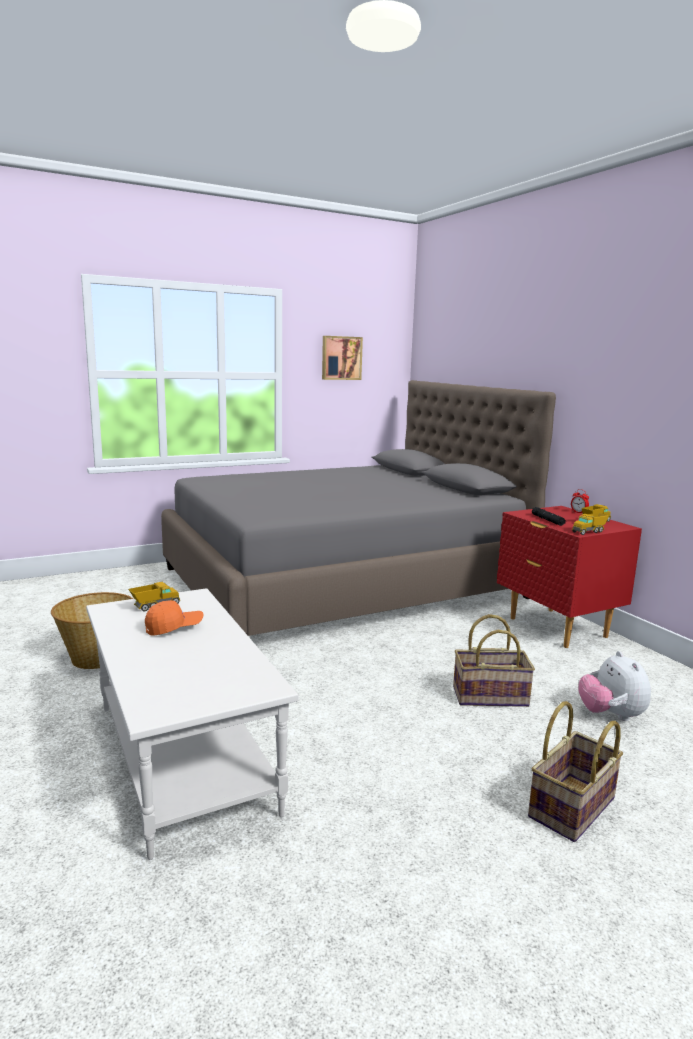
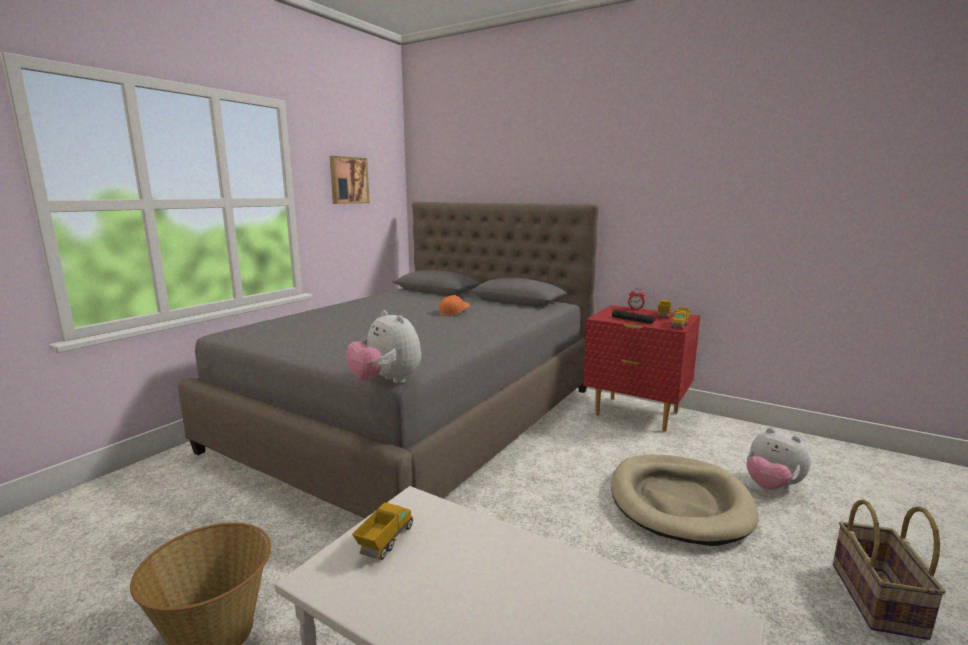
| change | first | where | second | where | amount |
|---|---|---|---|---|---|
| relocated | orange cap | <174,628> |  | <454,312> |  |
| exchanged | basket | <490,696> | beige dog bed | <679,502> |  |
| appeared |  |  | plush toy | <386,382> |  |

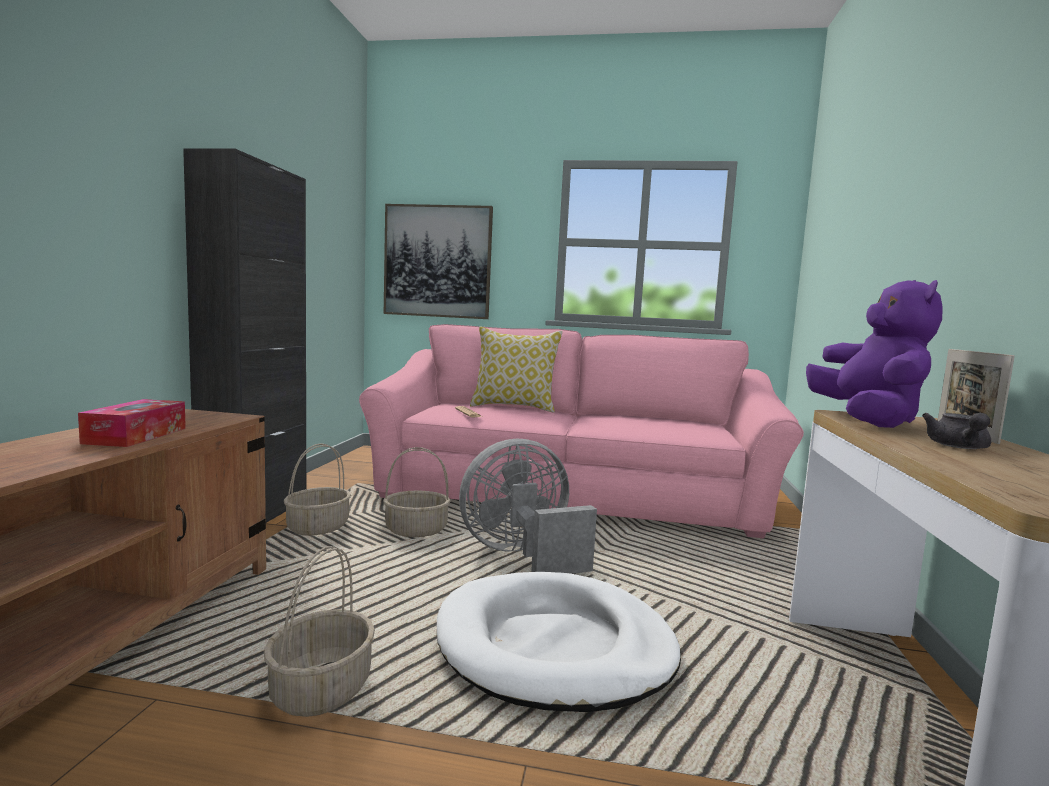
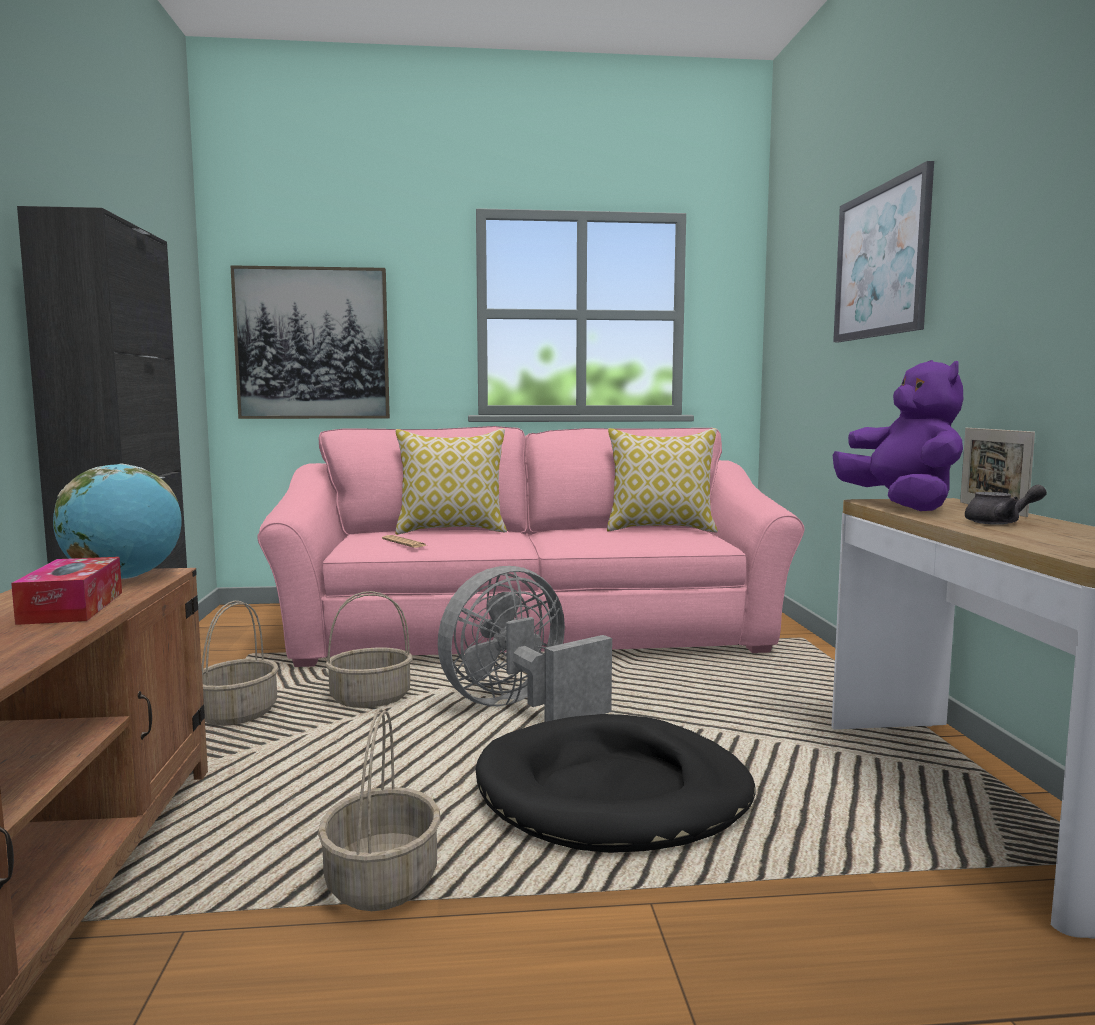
| change | first | where | second | where | amount |
|---|---|---|---|---|---|
| spun | grey teapot | <959,447> |  | <1000,522> | 90 degrees counterclockwise |
| colour | white dog bed | <555,646> | black dog bed | <613,793> |  |
| appeared |  |  | picture | <881,262> |  |
| appeared |  |  | pillow | <661,529> |  |
| appeared |  |  | globe | <124,578> |  |

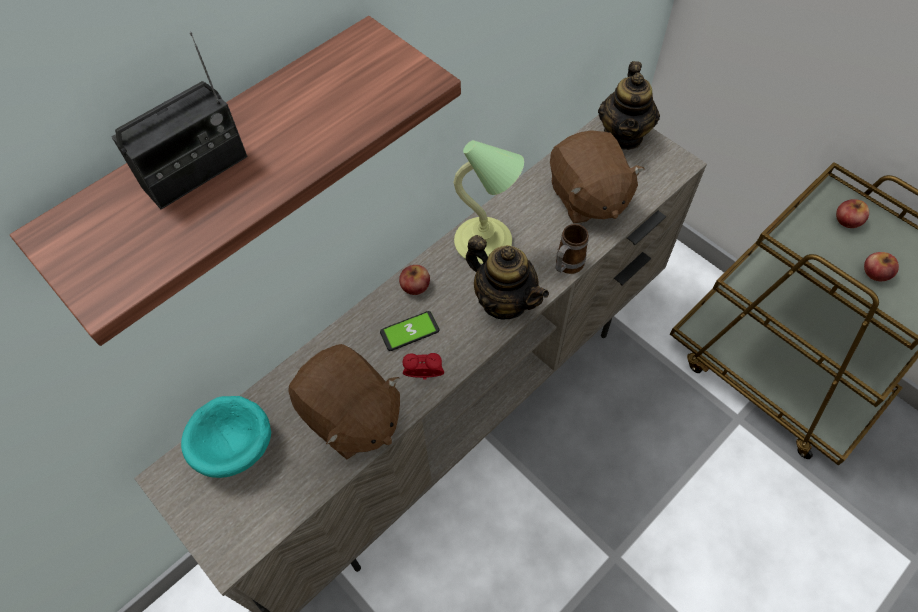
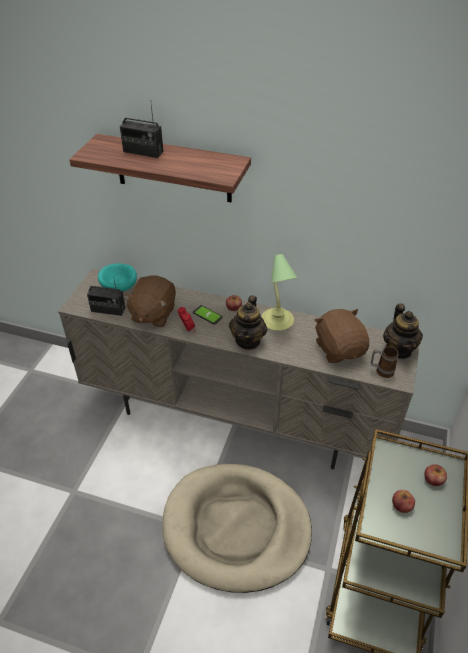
| change | first | where | second | where | amount |
|---|---|---|---|---|---|
| spun | teapot | <624,135> |  | <399,349> | 75 degrees counterclockwise |
| spun | brown plush toy | <587,197> |  | <339,349> | 120 degrees clockwise |
| relocated | mug | <566,267> |  | <381,371> |  |
| appeared |  |  | radio | <108,310> |  |
| appeared |  |  | beige dog bed | <236,528> |  |

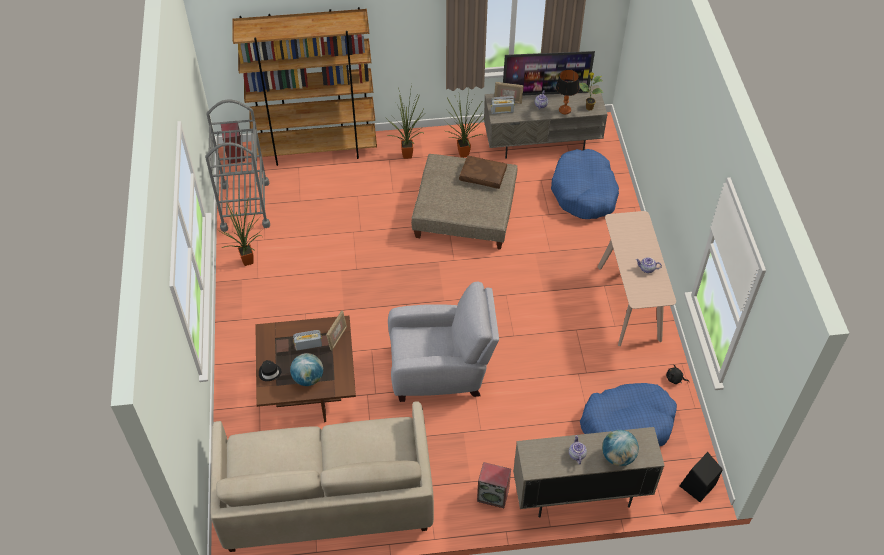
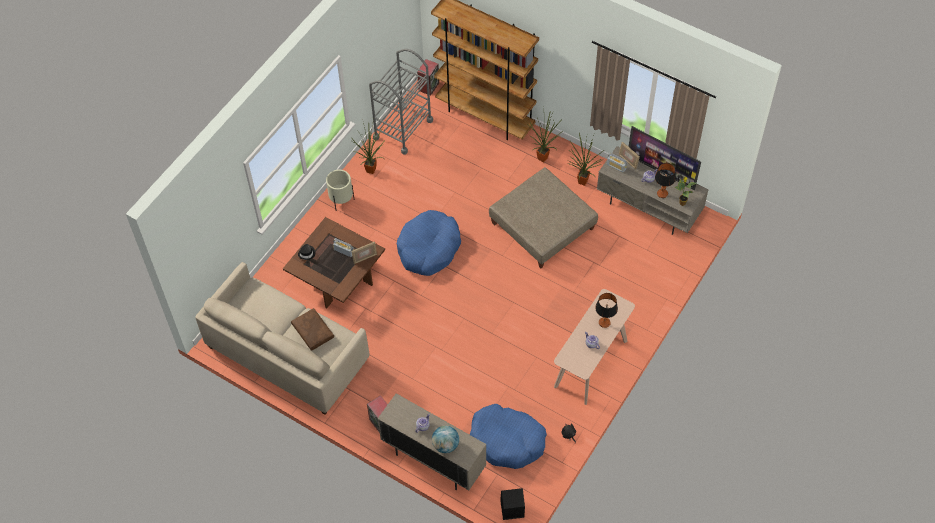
| change | first | where | second | where | amount |
|---|---|---|---|---|---|
| relocated | blue dog bed | <584,192> |  | <429,248> |  |
| relocated | brown pillow | <482,176> |  | <312,332> |  |
| missing | grey armchair | <441,370> |  |  |  |
| missing | globe | <308,378> |  |  |  |
| appeared |  |  | beige planter | <341,200> |  |
| appeared |  |  | table lamp | <604,323> |  |

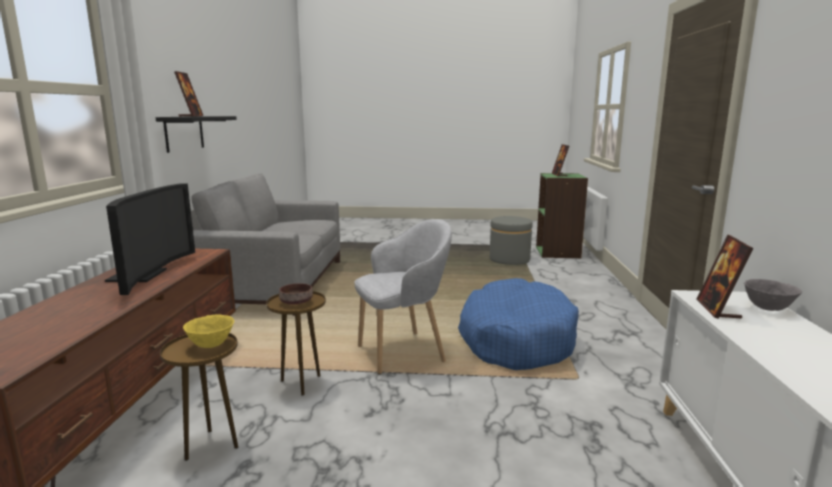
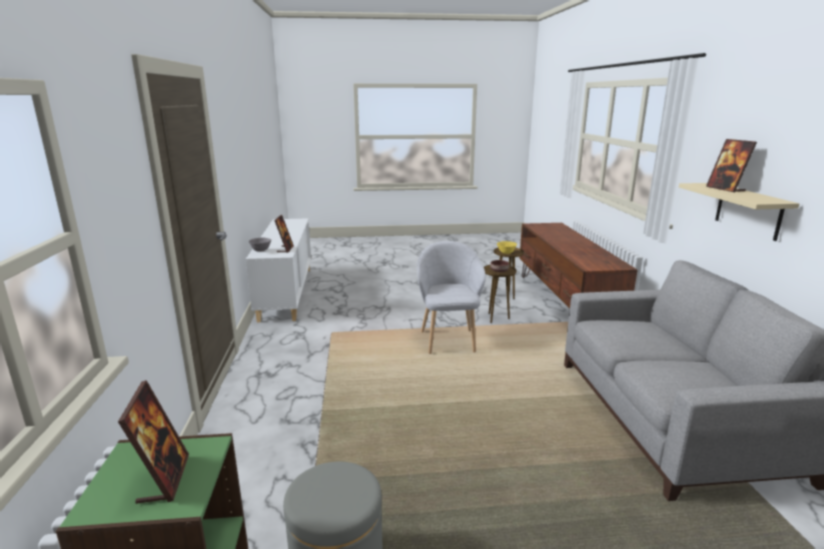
| change | first | where | second | where | amount |
|---|---|---|---|---|---|
| colour | black shelf | <184,133> | beige shelf | <748,211> |  |
| missing | television | <144,275> |  |  |  |
| spun | grey armchair | <403,352> |  | <448,340> | 120 degrees clockwise |
| missing | blue dog bed | <516,339> |  |  |  |

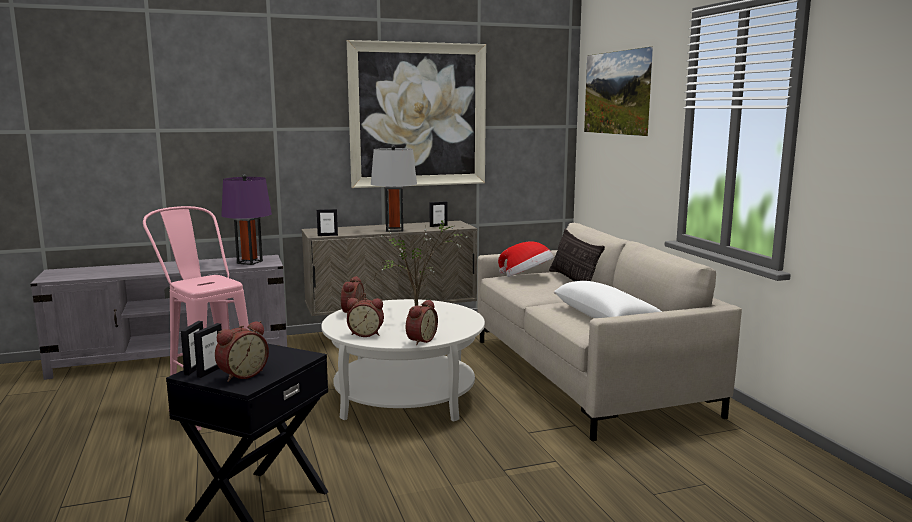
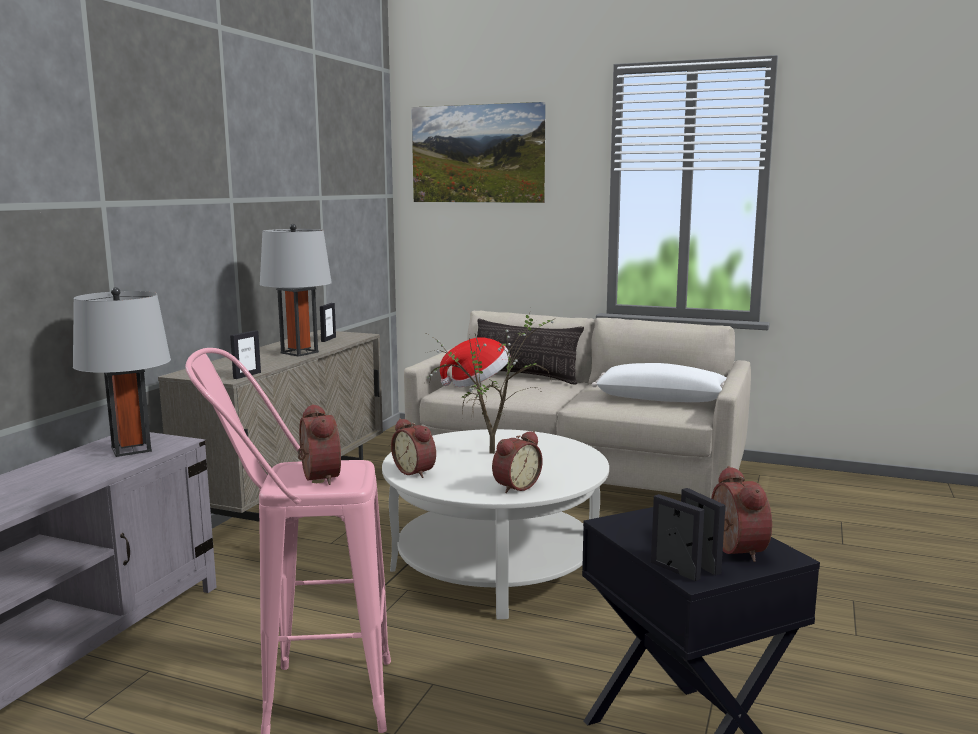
| change | first | where | second | where | amount |
|---|---|---|---|---|---|
| missing | picture | <418,115> |  |  |  |
| colour | purple table lamp | <249,262> | grey table lamp | <131,449> |  |
| relocated | alarm clock | <420,340> |  | <316,477> |  |

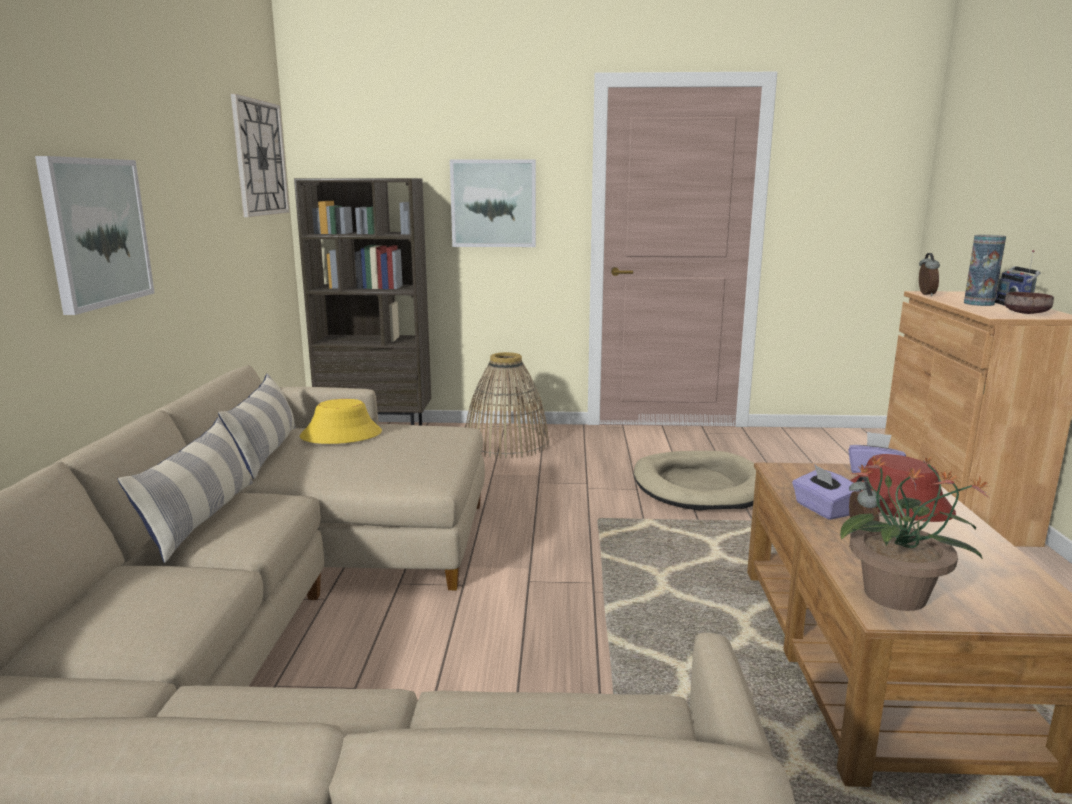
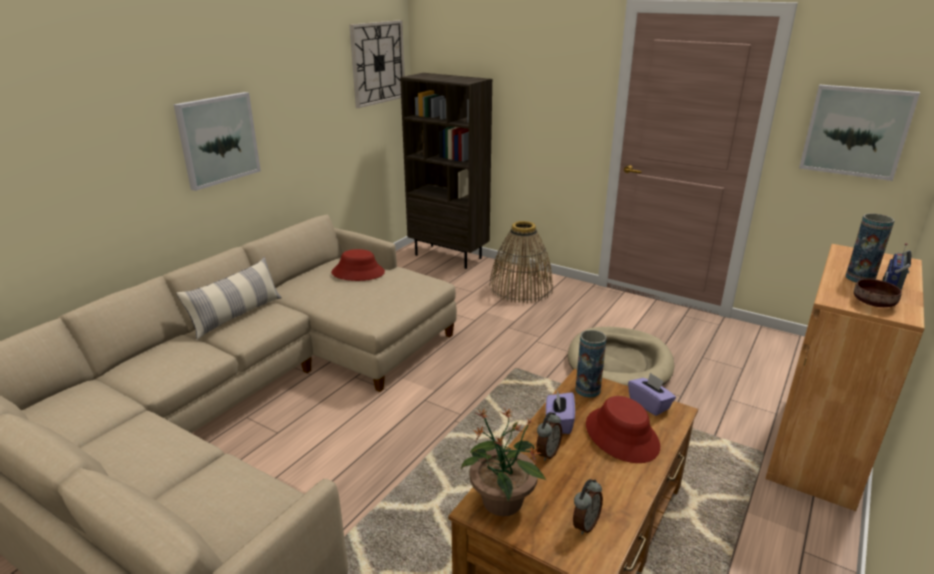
| change | first | where | second | where | amount |
|---|---|---|---|---|---|
| relocated | picture | <493,203> |  | <856,131> |  |
| relocated | alarm clock | <925,294> |  | <584,524> |  |
| missing | pillow | <266,452> |  |  |  |
| colour | yellow hat | <341,435> | red hat | <358,273> |  |
| appeared |  |  | vase | <587,390> |  |

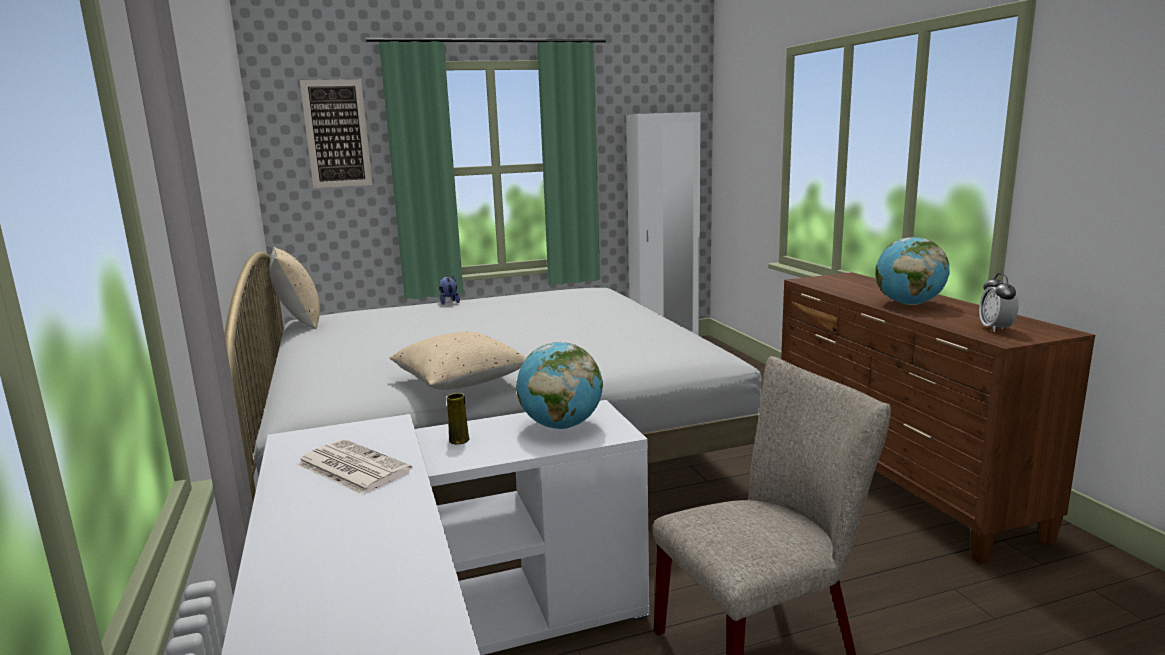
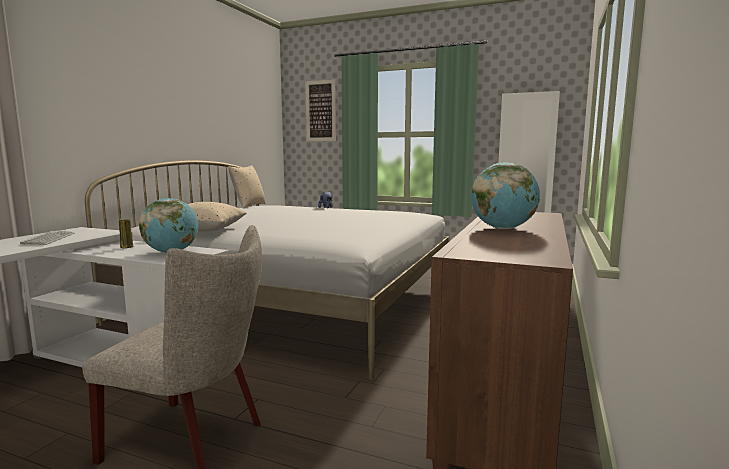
| change | first | where | second | where | amount |
|---|---|---|---|---|---|
| missing | alarm clock | <995,329> |  |  |  |
| exchanged | newspaper | <351,467> | keyboard | <49,239> |  |

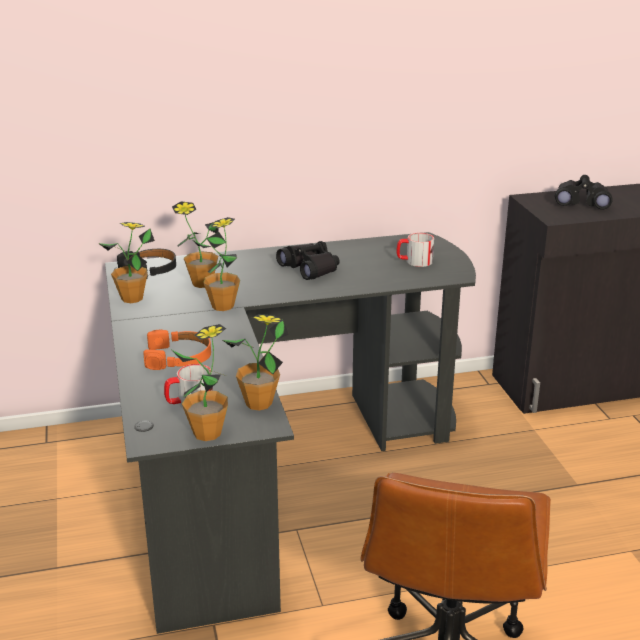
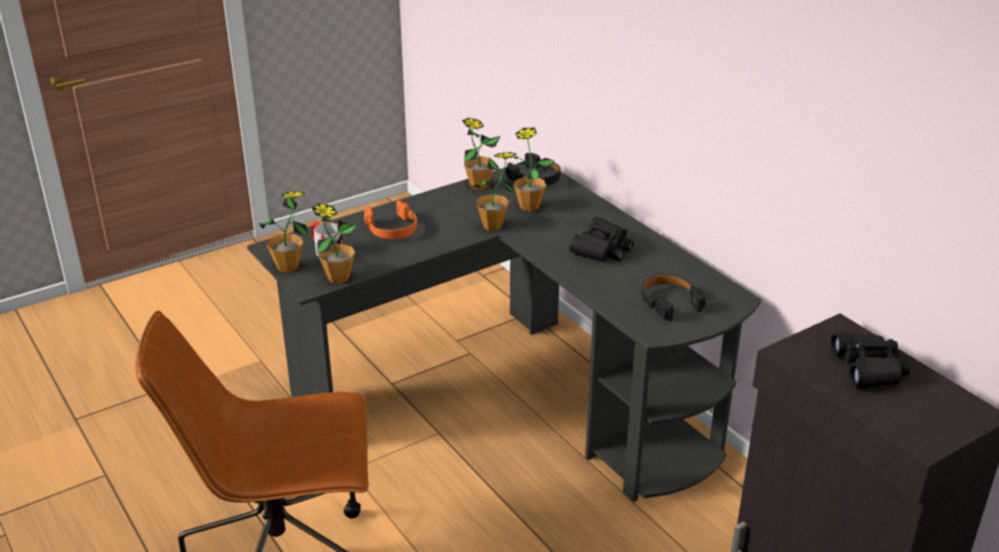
| change | first | where | second | where | amount |
|---|---|---|---|---|---|
| exchanged | mug | <414,261> | black headphones | <669,302> |  |

